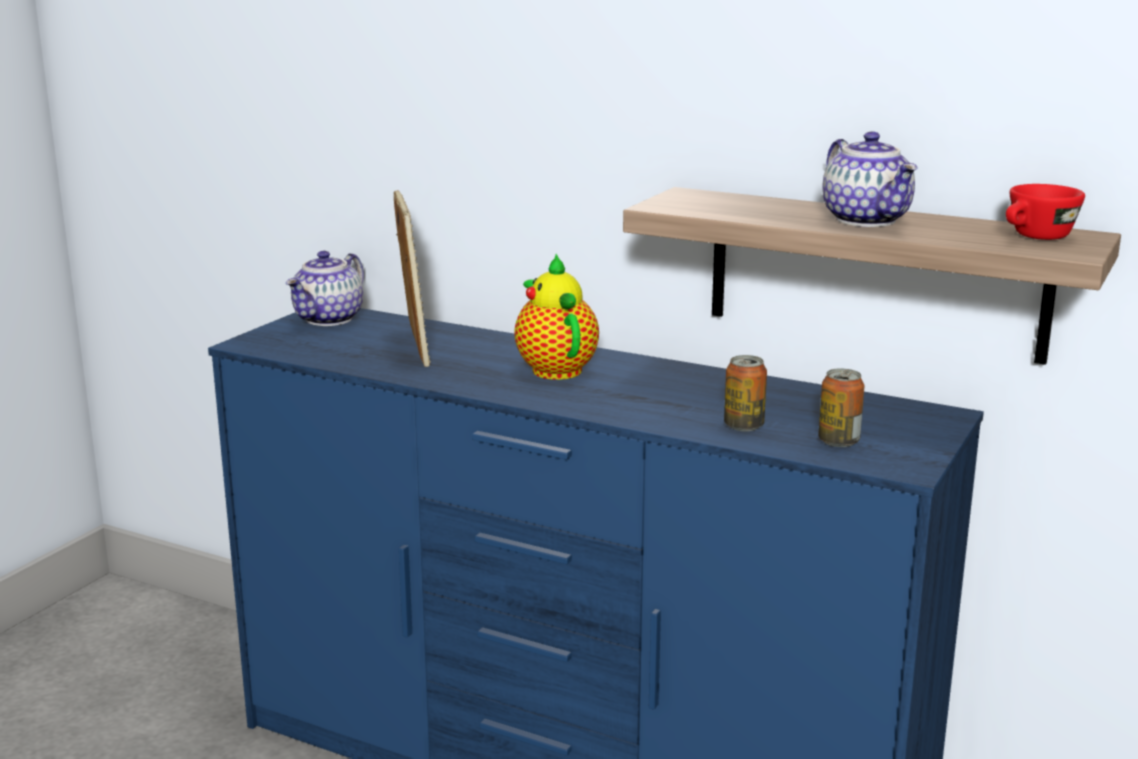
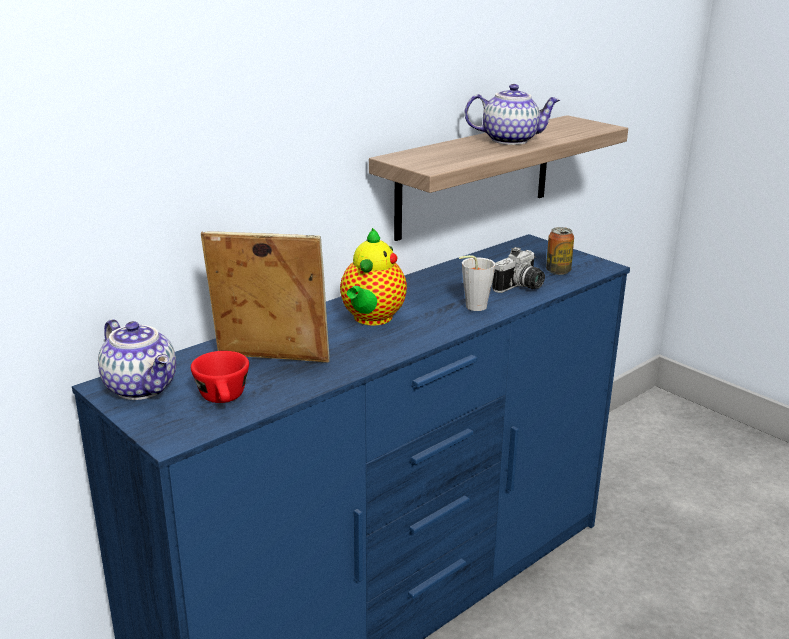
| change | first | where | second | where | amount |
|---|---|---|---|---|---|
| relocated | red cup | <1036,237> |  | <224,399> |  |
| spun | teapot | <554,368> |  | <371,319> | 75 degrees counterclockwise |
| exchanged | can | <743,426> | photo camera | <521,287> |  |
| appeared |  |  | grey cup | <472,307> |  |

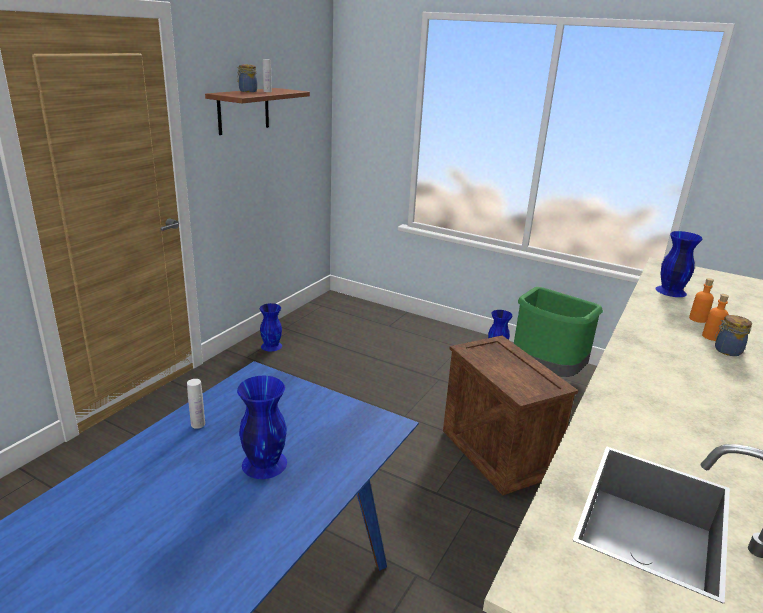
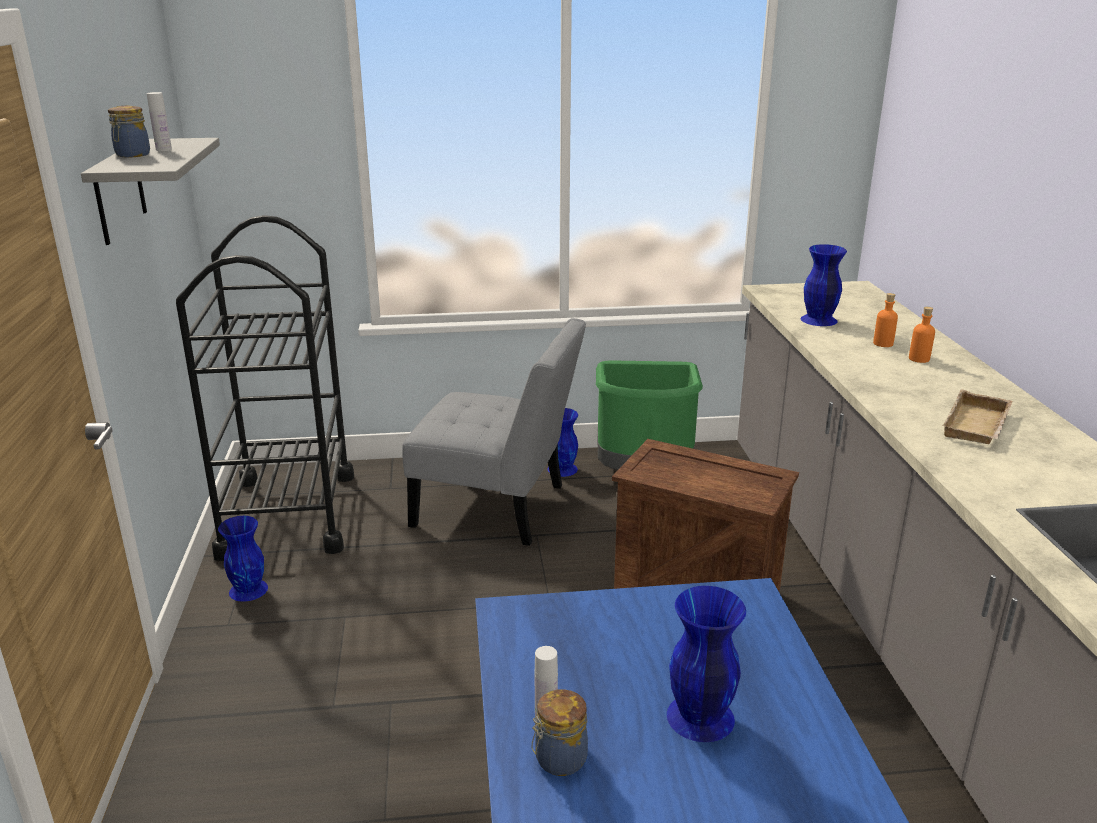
| change | first | where | second | where | amount |
|---|---|---|---|---|---|
| colour | brown shelf | <243,110> | grey shelf | <119,191> |  |
| relocated | jar | <726,350> |  | <558,760> |  |
| appeared |  |  | black cart | <288,514> |  |
| appeared |  |  | grey chair | <498,508> |  |
| appeared |  |  | beige tray | <978,426> |  |

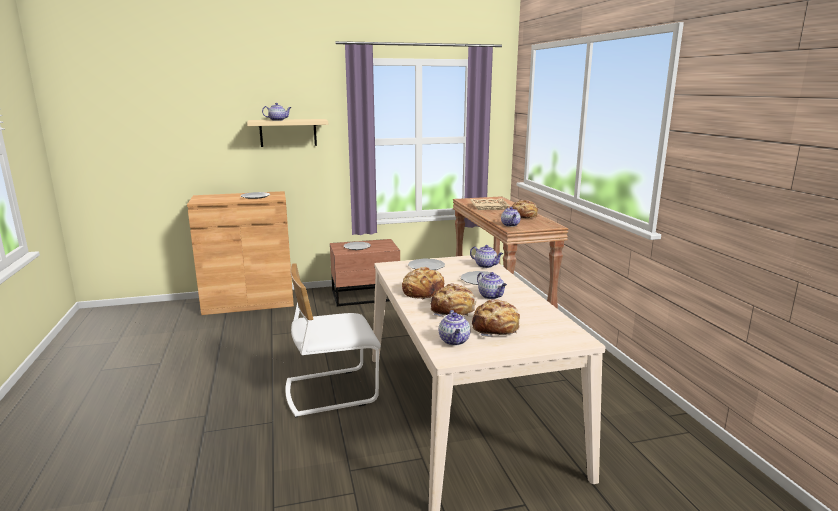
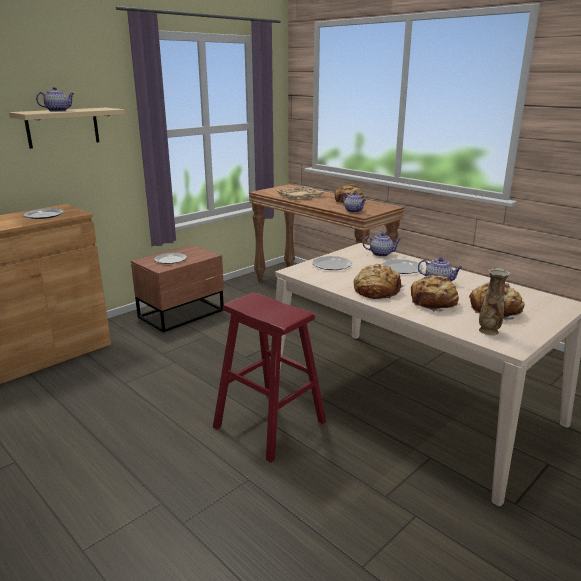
| change | first | where | second | where | amount |
|---|---|---|---|---|---|
| exchanged | white chair | <331,391> | red stool | <269,424> |  |
| exchanged | teapot | <454,341> | vase | <489,331> |  |

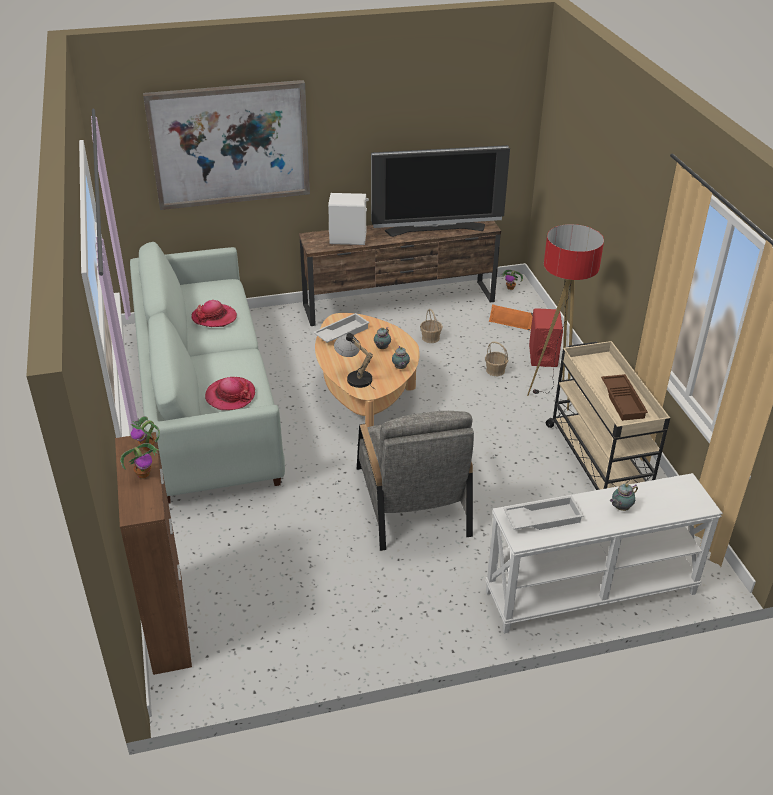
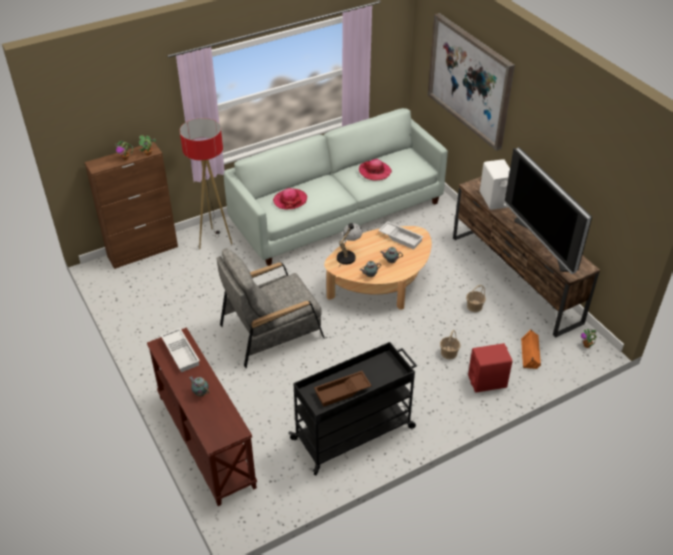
| change | first | where | second | where | amount |
|---|---|---|---|---|---|
| relocated | floor lamp | <552,396> |  | <214,240> |  |
| colour | beige cart | <597,461> | black cart | <354,433> |  |
| colour | white console table | <590,593> | brown console table | <204,440> |  |

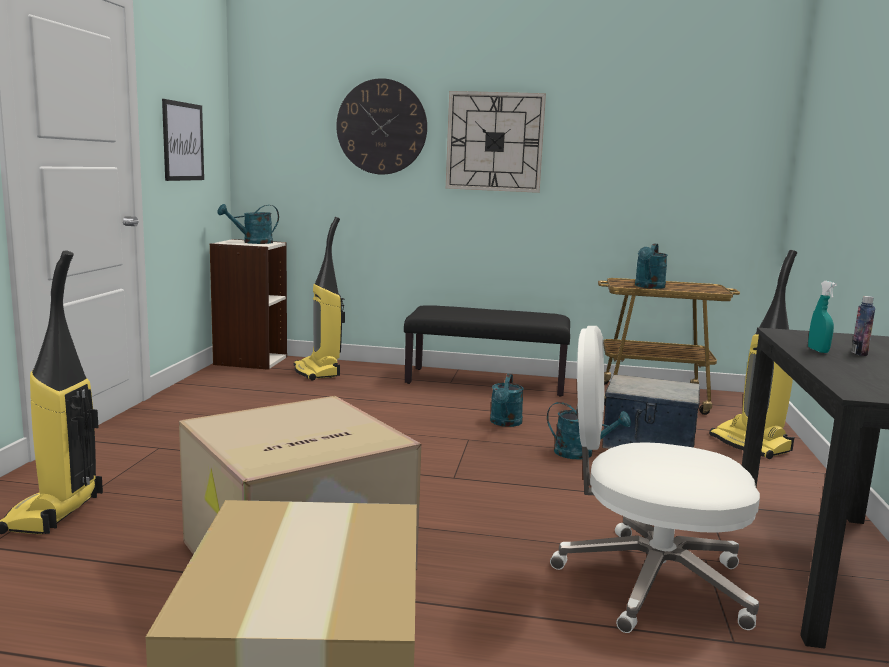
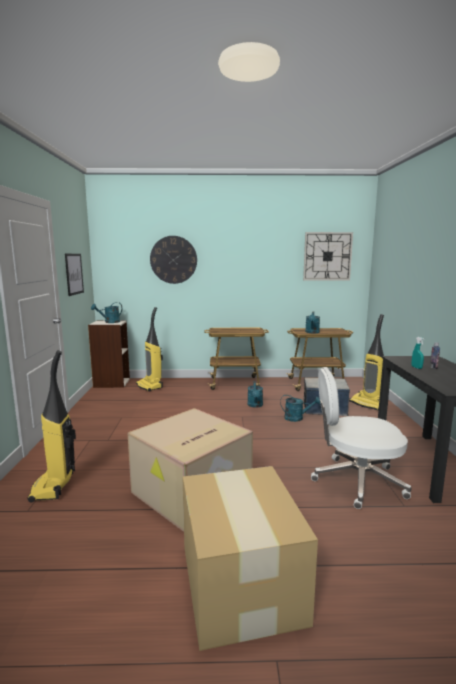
| change | first | where | second | where | amount |
|---|---|---|---|---|---|
| relocated | wall clock | <494,142> |  | <327,256> |  |
| exchanged | black bench | <486,381> | cart | <235,383> |  |

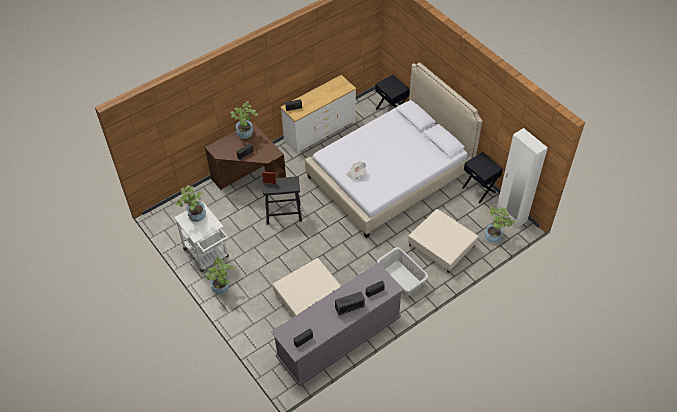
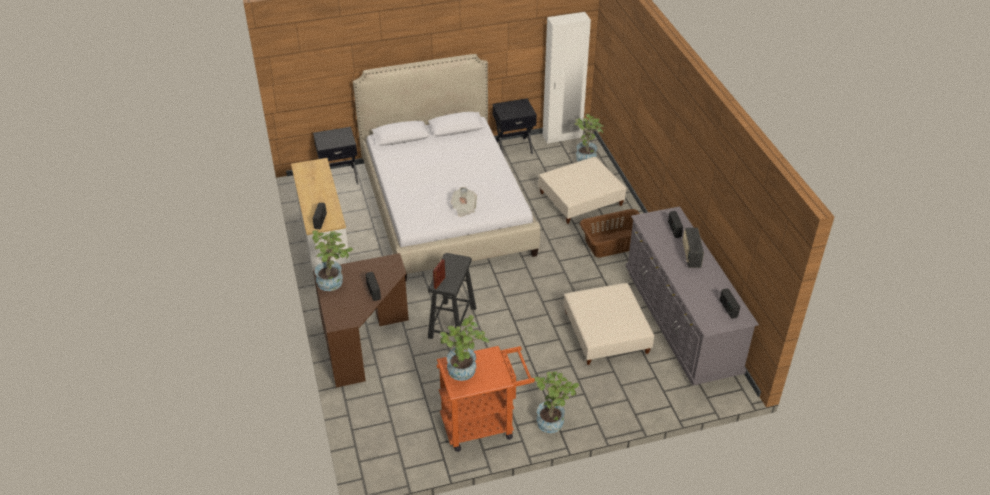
| change | first | where | second | where | amount |
|---|---|---|---|---|---|
| colour | white cart | <208,255> | orange cart | <484,424> |  |
| colour | grey laundry basket | <401,279> | brown laundry basket | <613,244> |  |

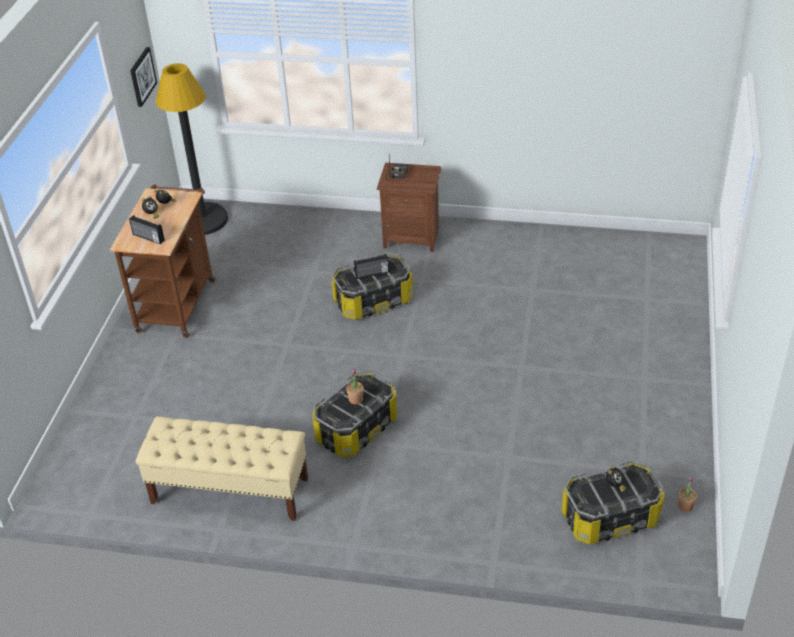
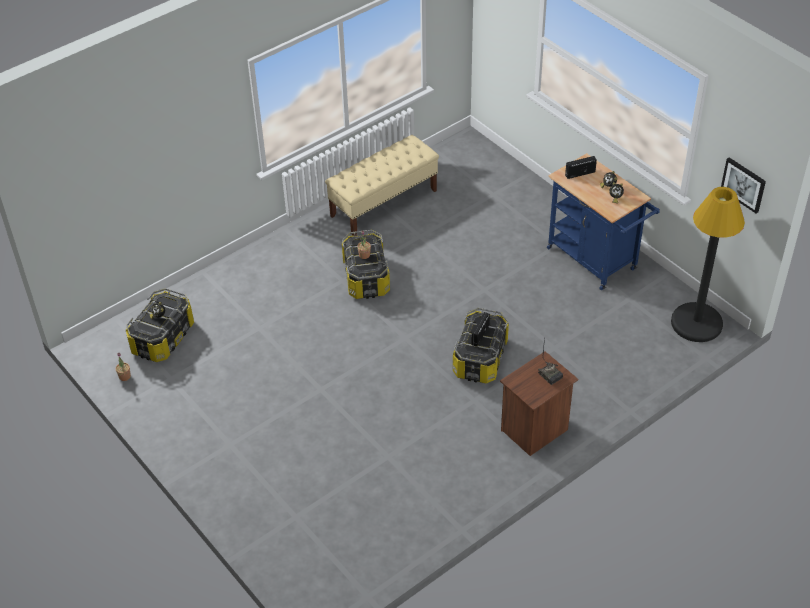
| change | first | where | second | where | amount |
|---|---|---|---|---|---|
| colour | brown cart | <177,302> | blue cart | <595,261> |  |

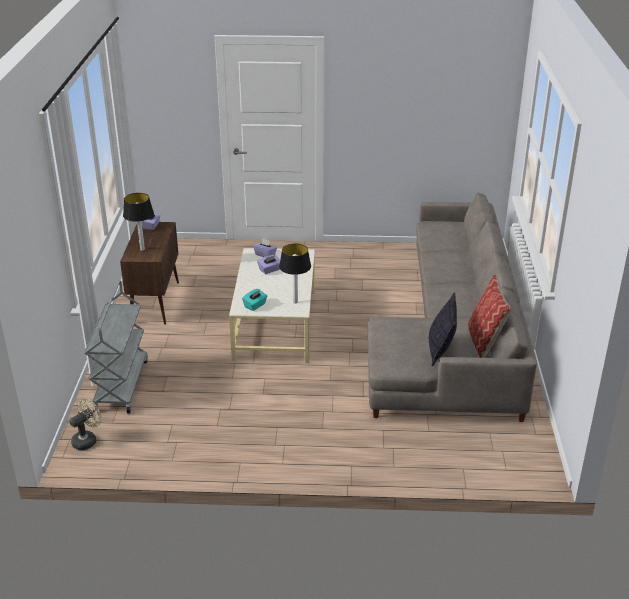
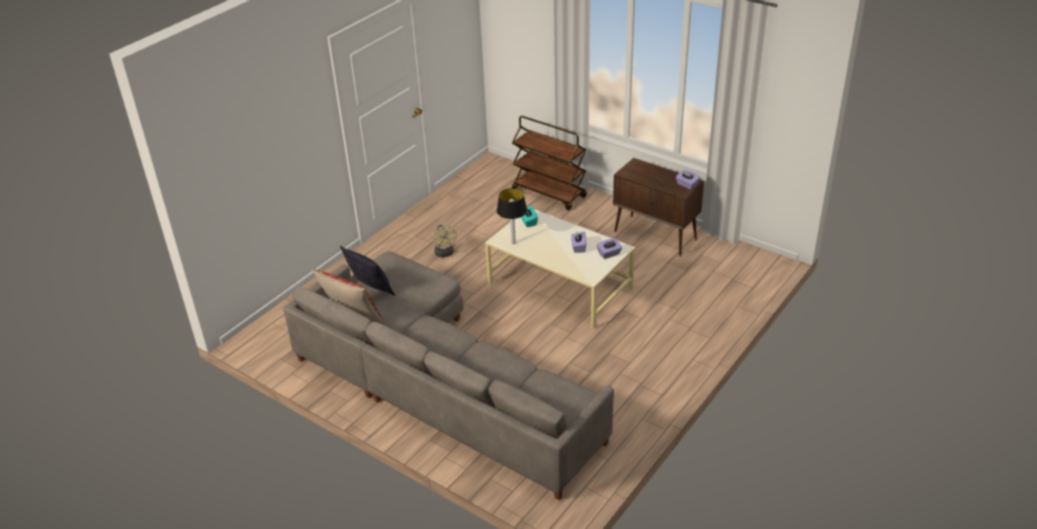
| change | first | where | second | where | amount |
|---|---|---|---|---|---|
| missing | table lamp | <142,249> |  |  |  |
| colour | grey cart | <121,385> | brown cart | <549,193> |  |
| relocated | beige fan | <87,440> |  | <445,254> |  |

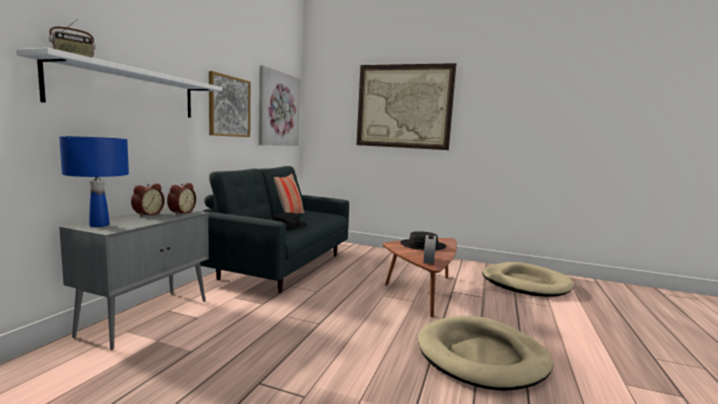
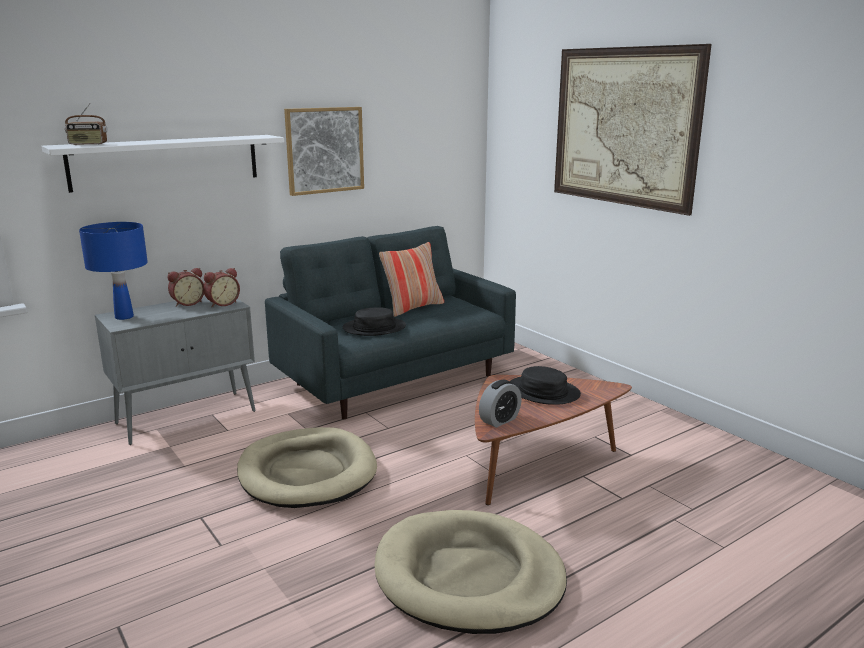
| change | first | where | second | where | amount |
|---|---|---|---|---|---|
| missing | picture | <279,109> |  |  |  |
| relocated | beige dog bed | <525,283> |  | <307,472> |  |

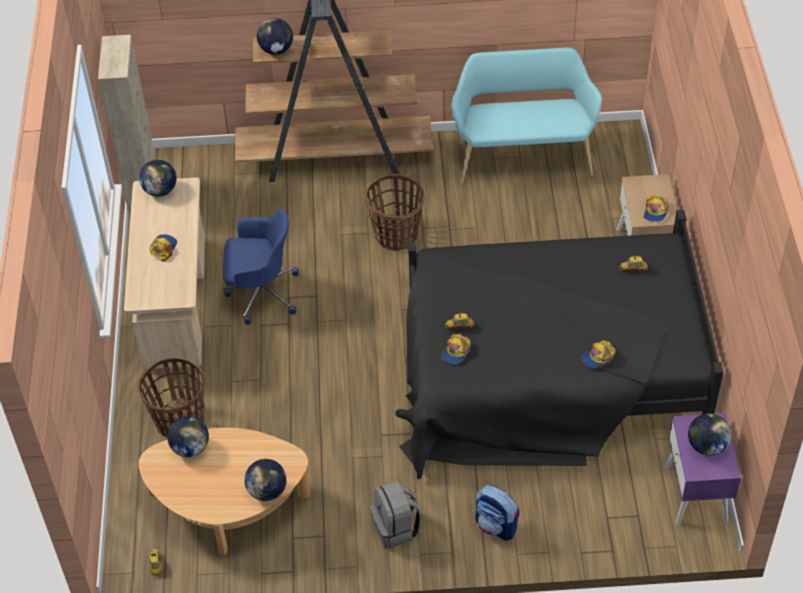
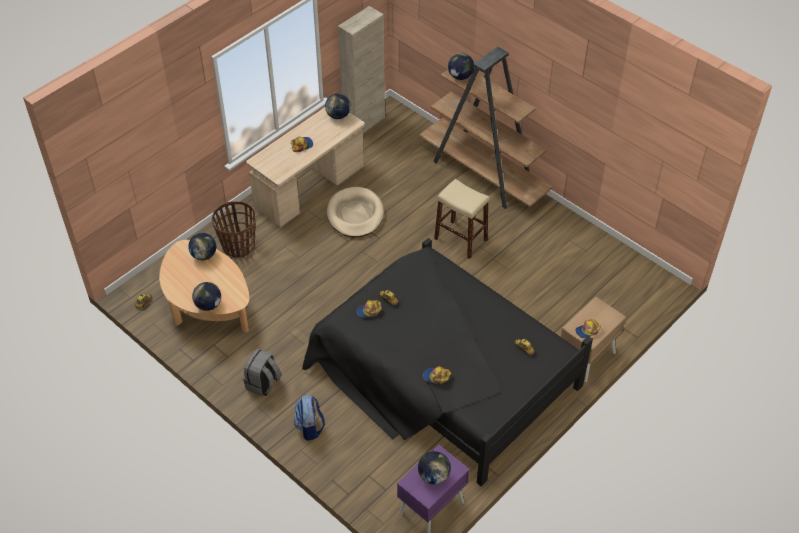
| change | first | where | second | where | amount |
|---|---|---|---|---|---|
| missing | turquoise bench | <522,155> |  |  |  |
| exchanged | basket | <396,235> | beige stool | <461,239> |  |
| exchanged | blue office chair | <261,292> | beige dog bed | <355,215> |  |

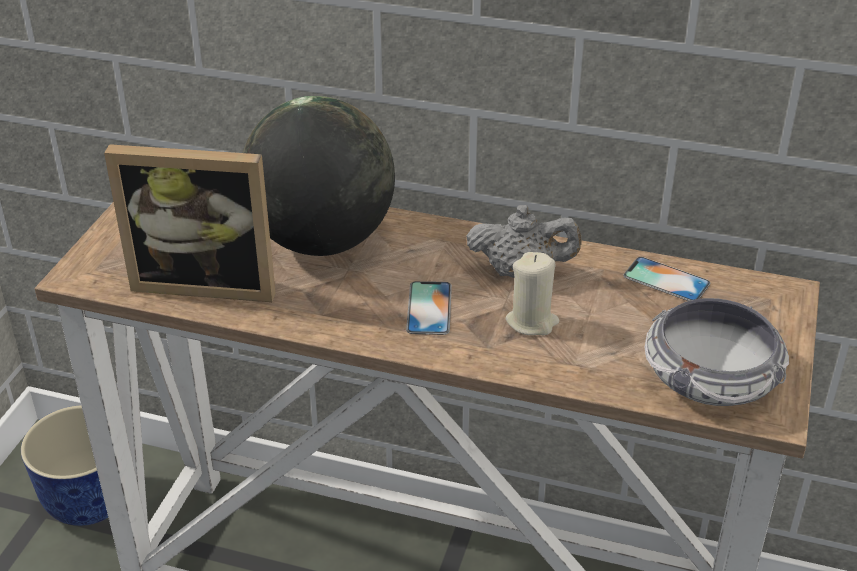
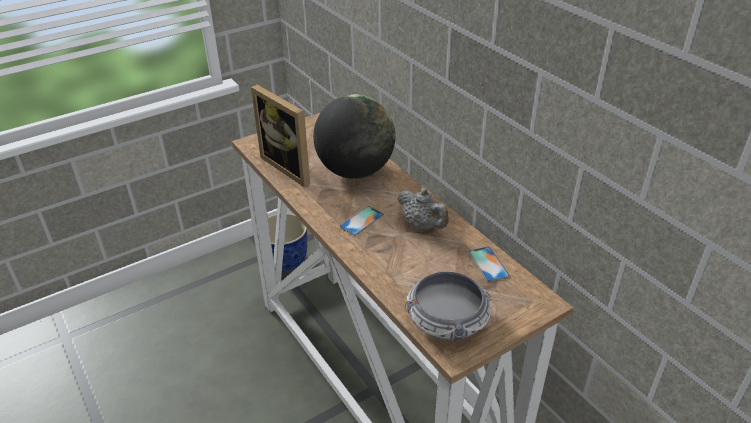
| change | first | where | second | where | amount |
|---|---|---|---|---|---|
| missing | beige candle | <532,322> |  |  |  |

